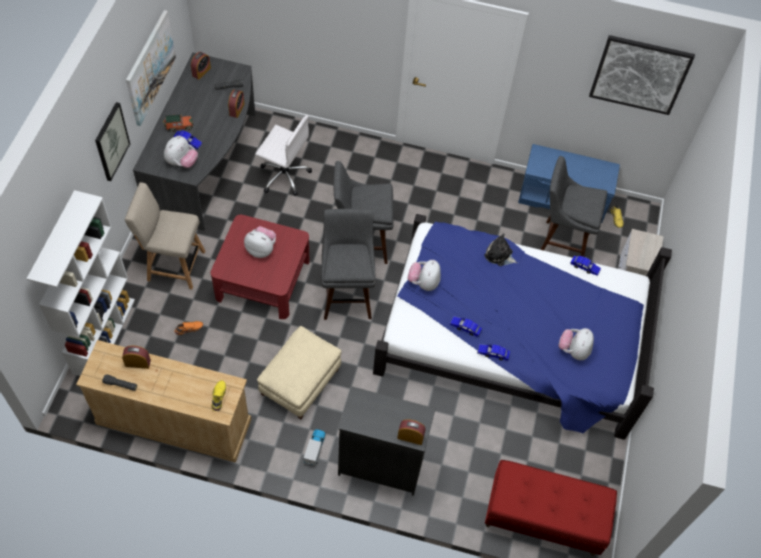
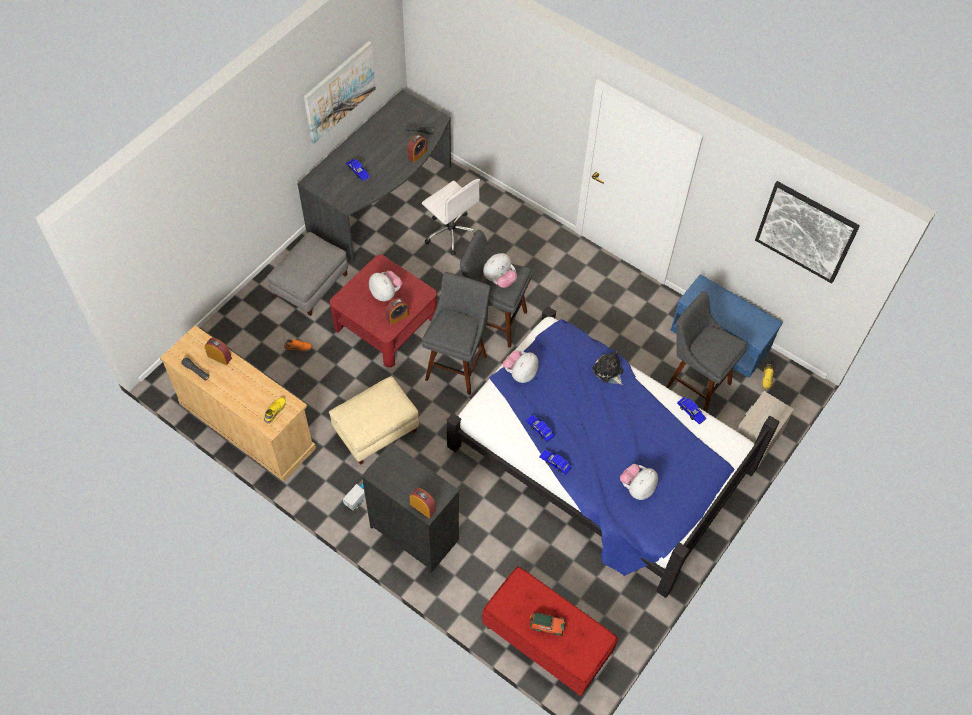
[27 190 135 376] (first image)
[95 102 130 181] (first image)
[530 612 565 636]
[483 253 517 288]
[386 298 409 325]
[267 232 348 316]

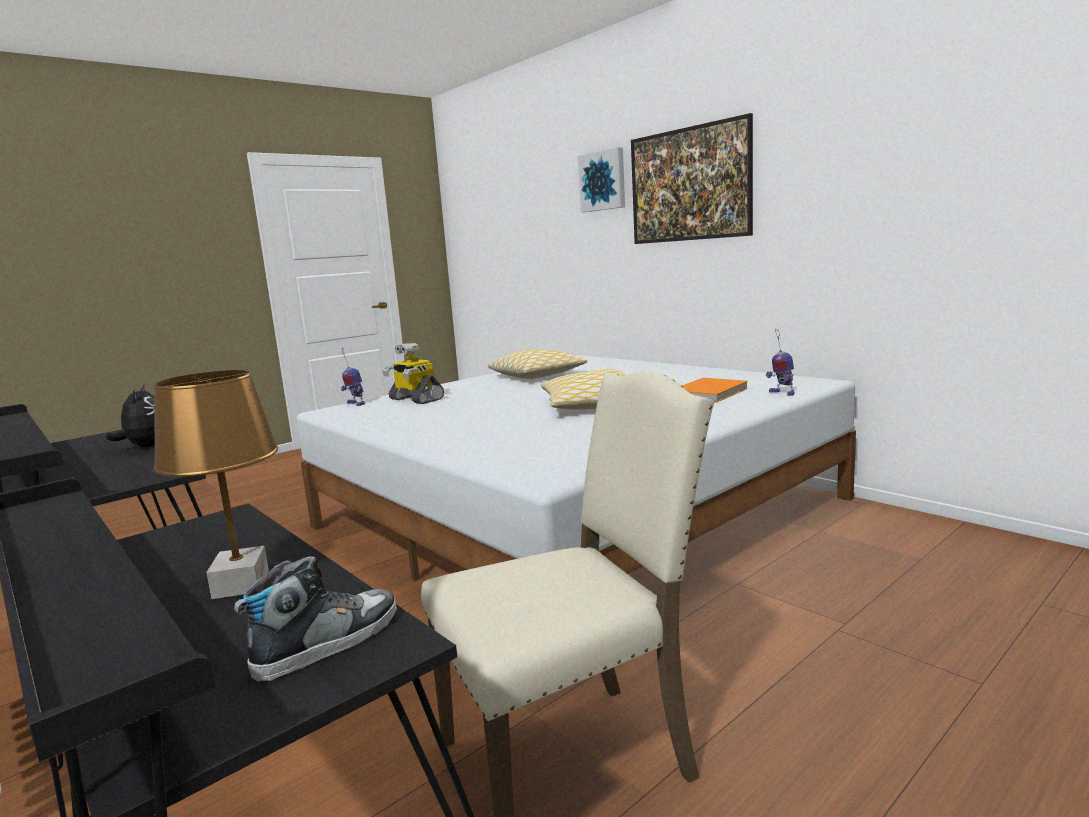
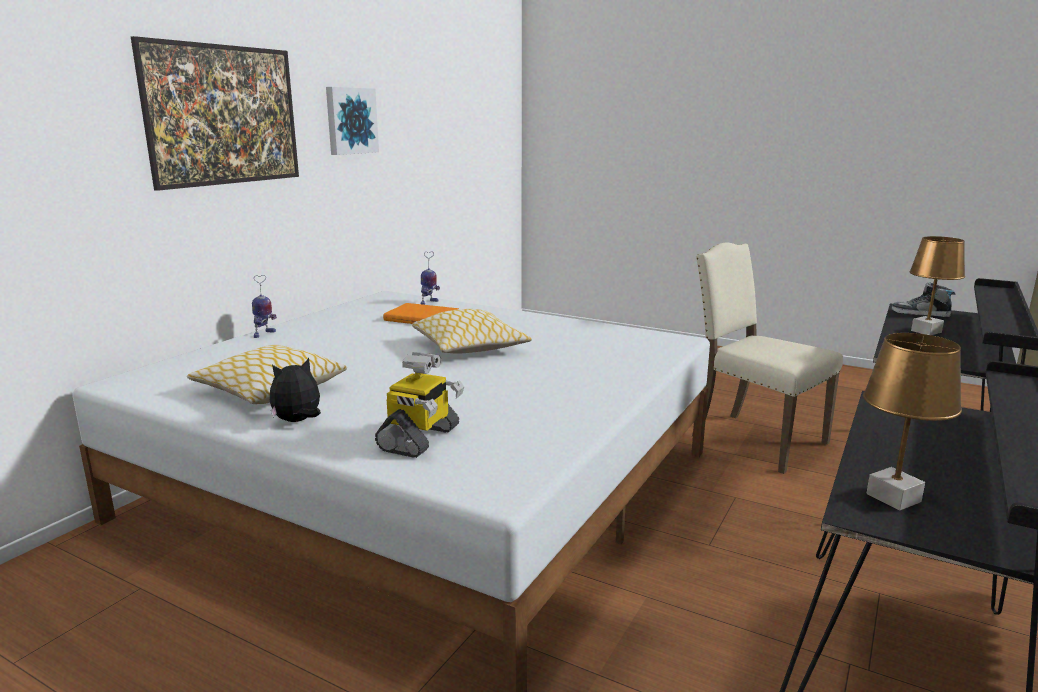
[863 333 962 510]
[270 358 321 422]
[252 275 277 338]
[326 87 379 155]

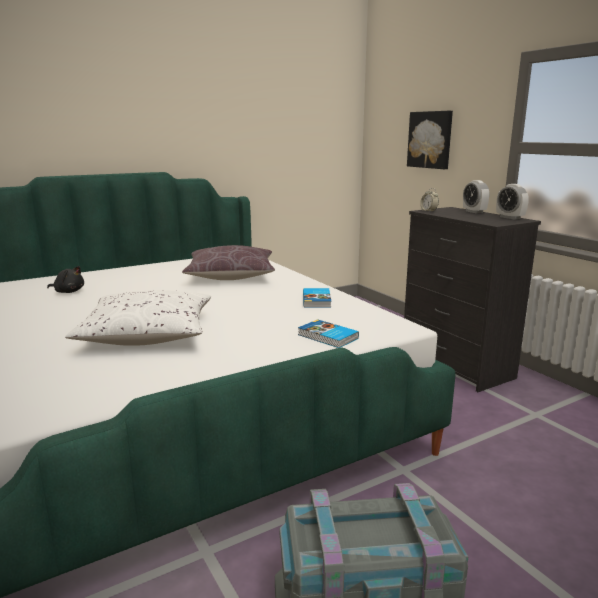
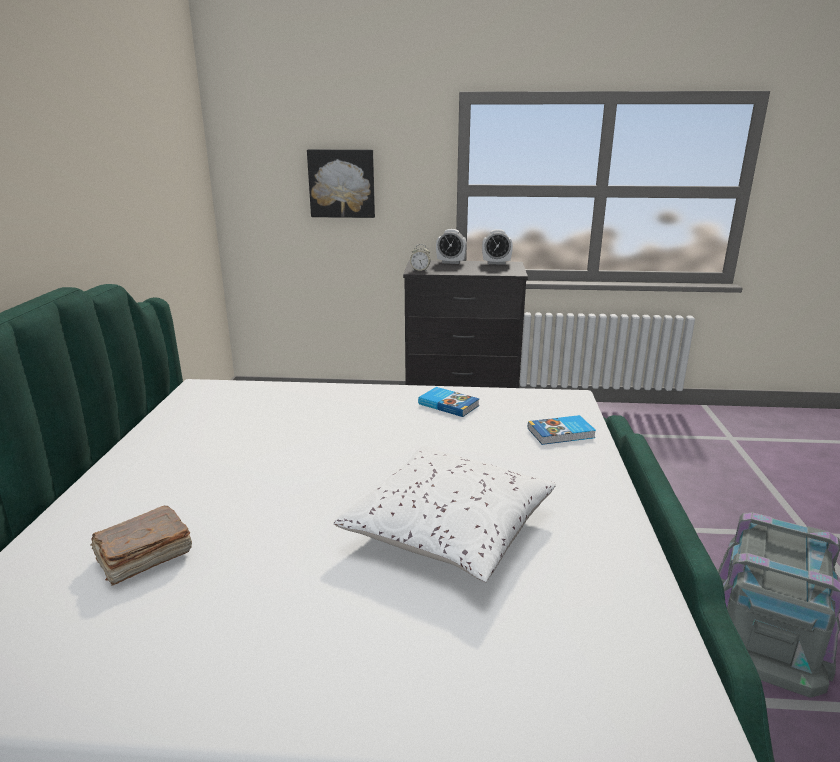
[182 245 275 280] (first image)
[90 506 192 586]

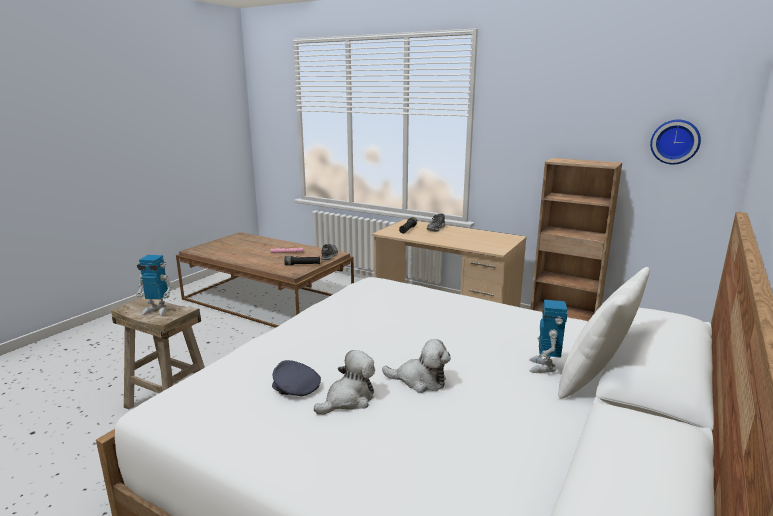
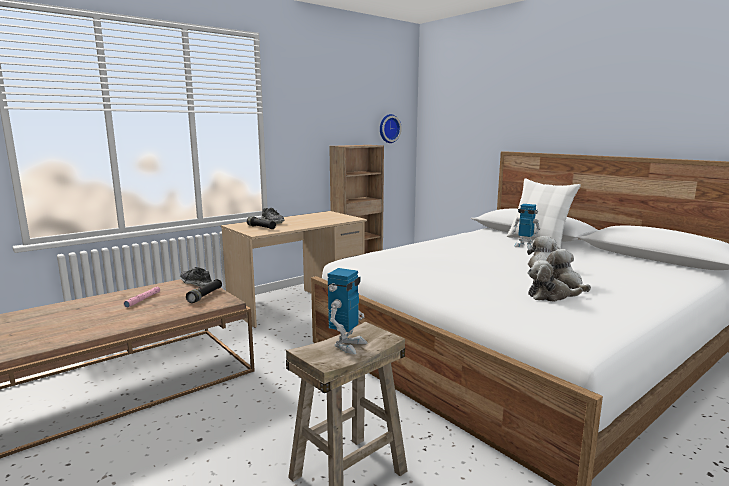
[528 260 583 302]

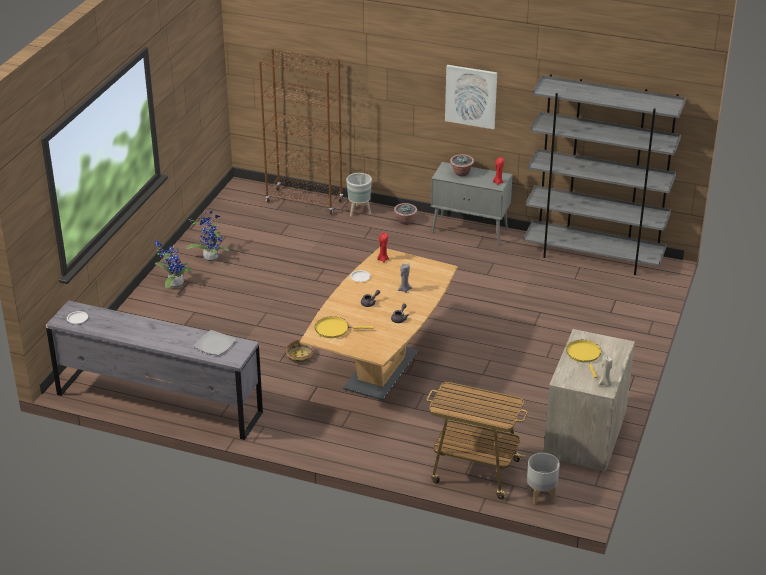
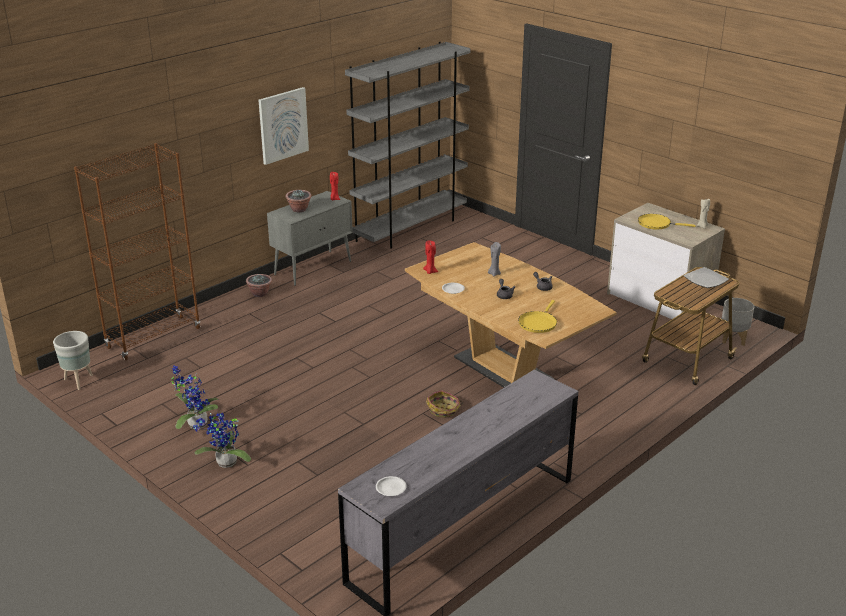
[683 267 729 288]
[53 331 93 390]

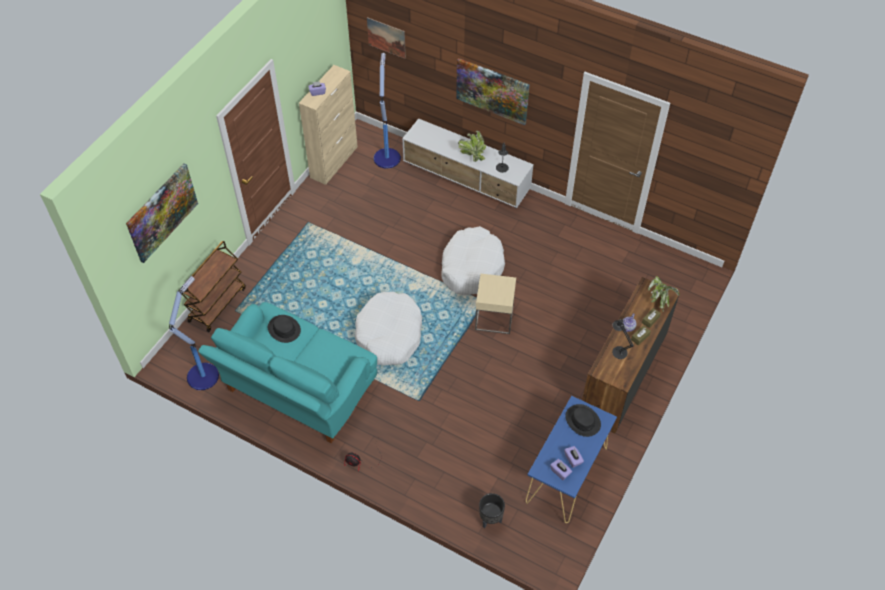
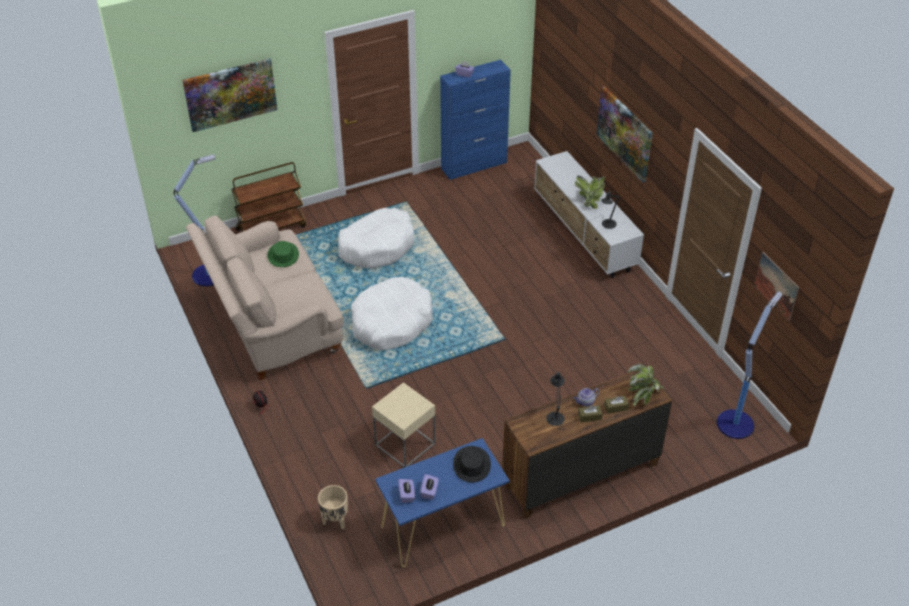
[754 252 799 321]
[717 292 782 439]
[338 208 414 268]
[372 382 436 468]
[186 215 343 380]
[267 241 299 267]
[440 60 511 180]
[318 485 348 530]

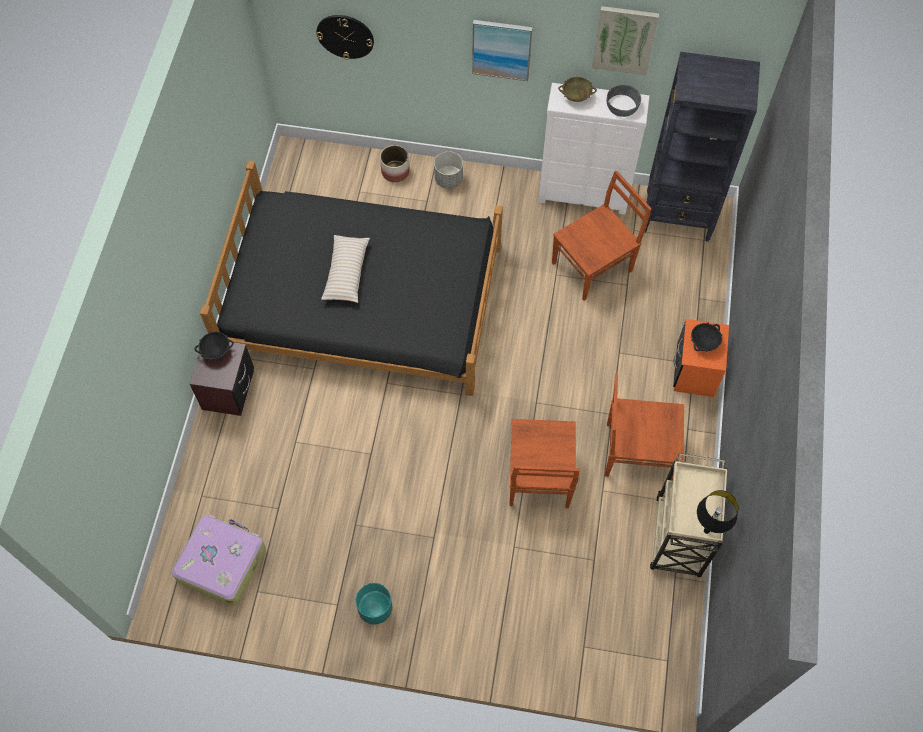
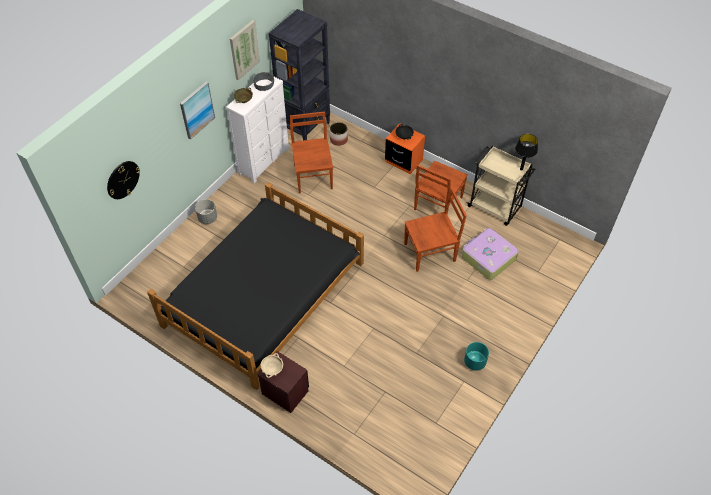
[321 235 370 303] (first image)
[461 228 519 280]
[330 122 348 146]
[261 353 283 378]
[404 188 467 272]

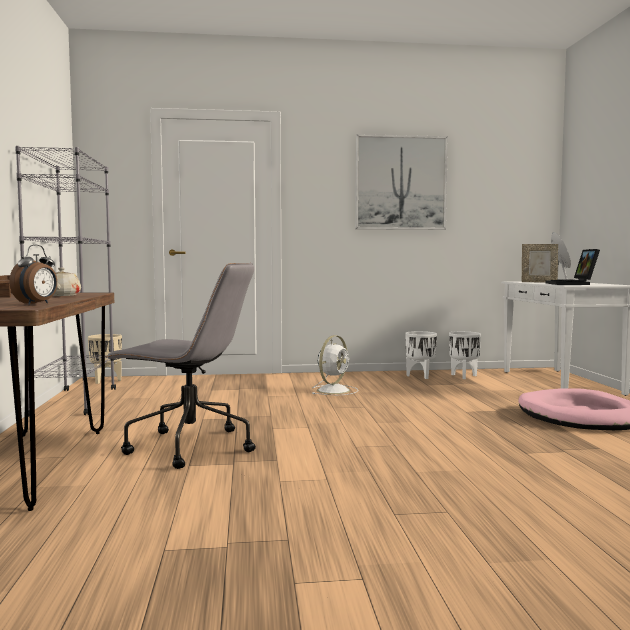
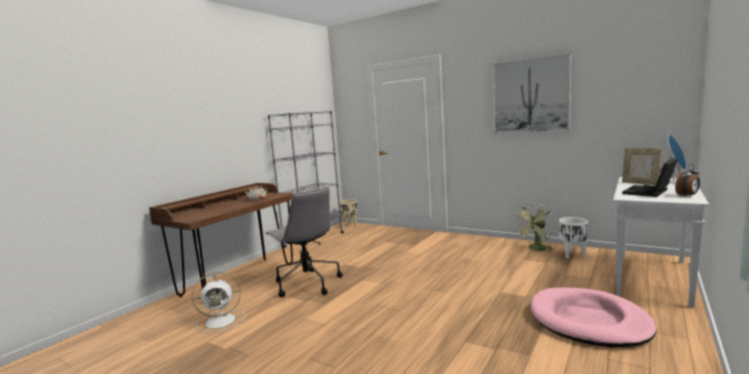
[675 164 700 197]
[192 272 245 333]
[515 203 555 252]

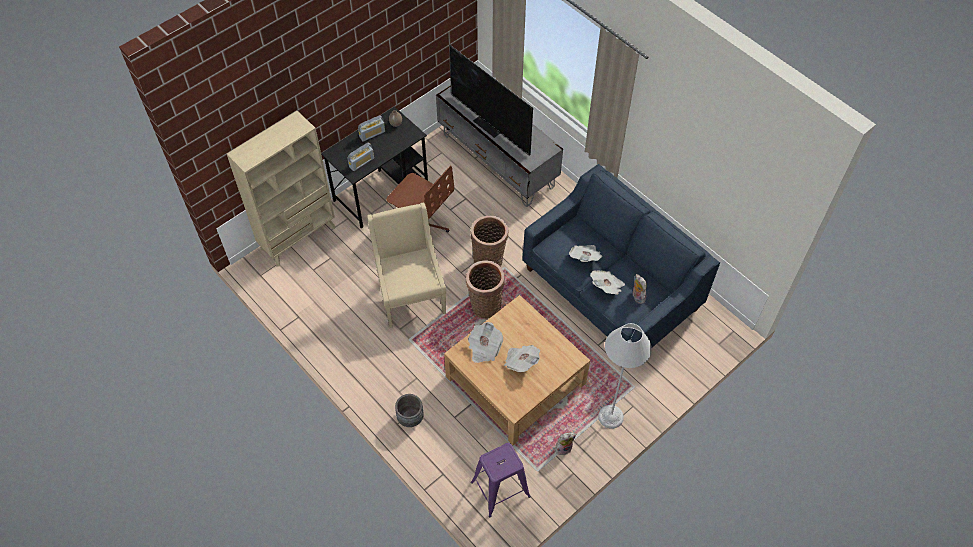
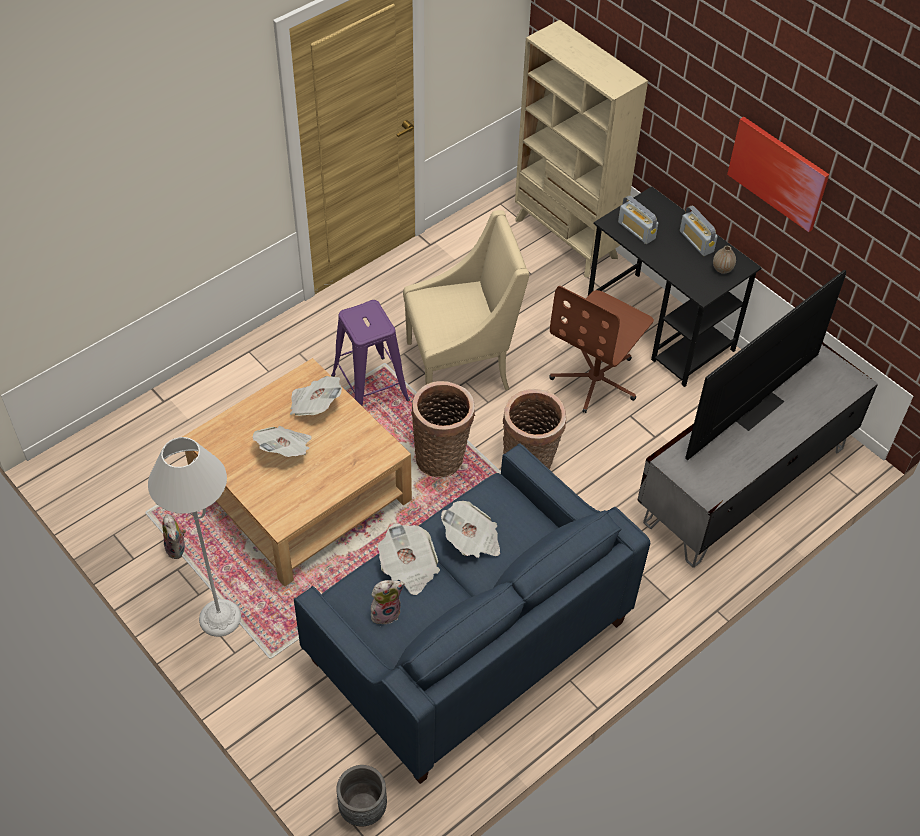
[727 117 829 232]
[336 765 387 826]
[331 300 410 406]

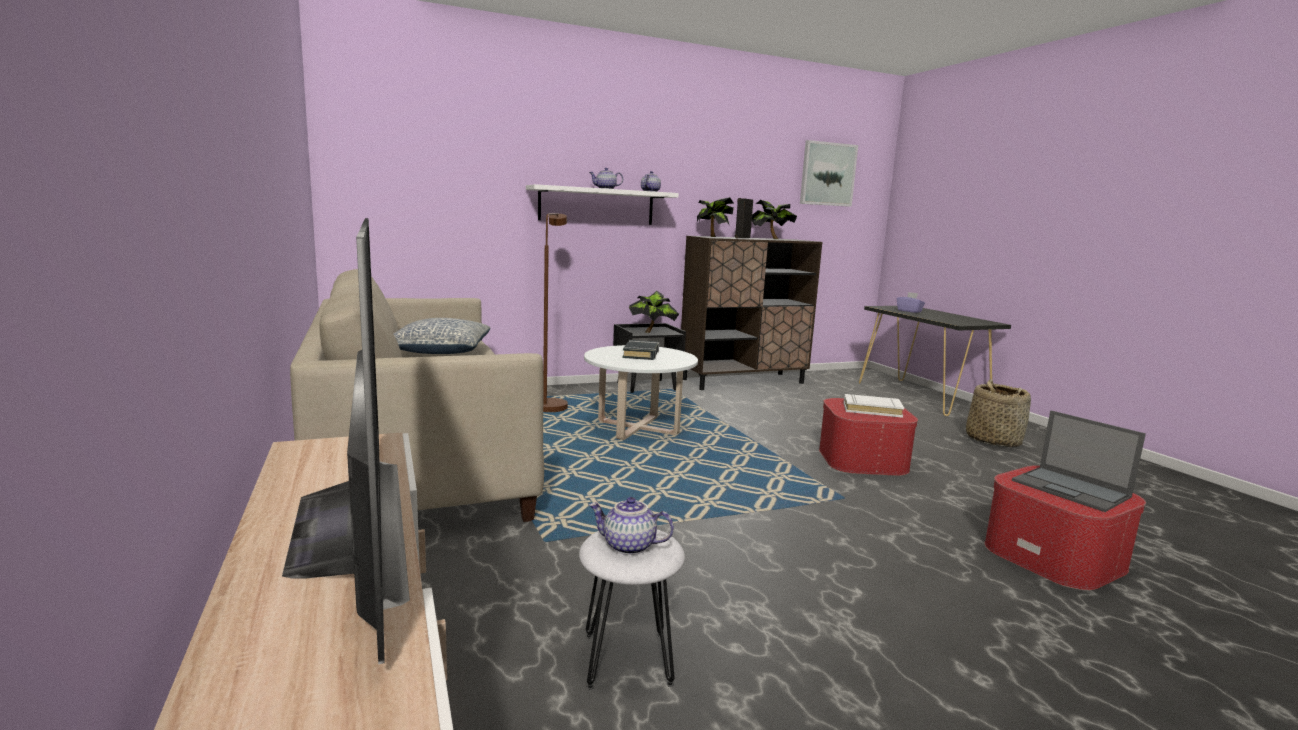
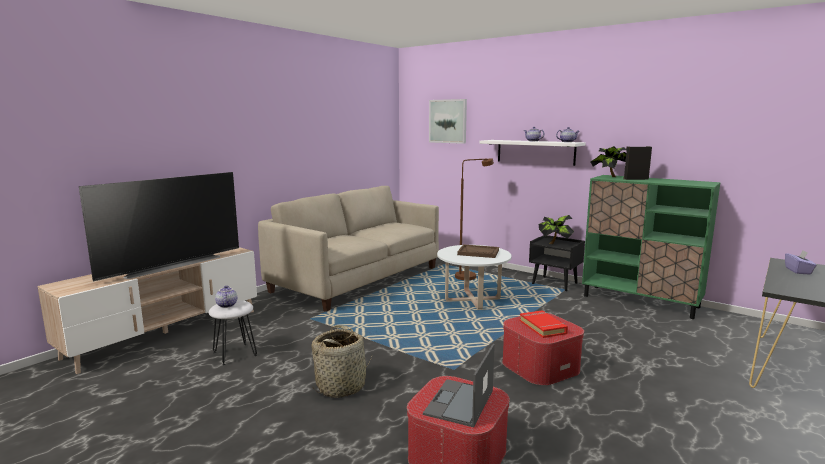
[393 318 491 354] (first image)
[752 200 797 239] (first image)
[429 99 467 144]
[312 325 372 398]
[457 244 499 258]
[582 175 721 319]
[519 310 568 338]

